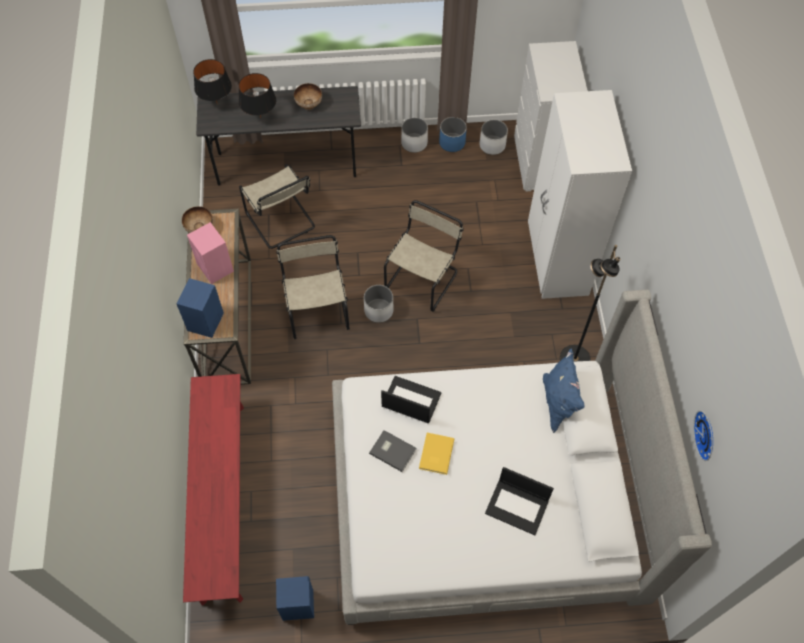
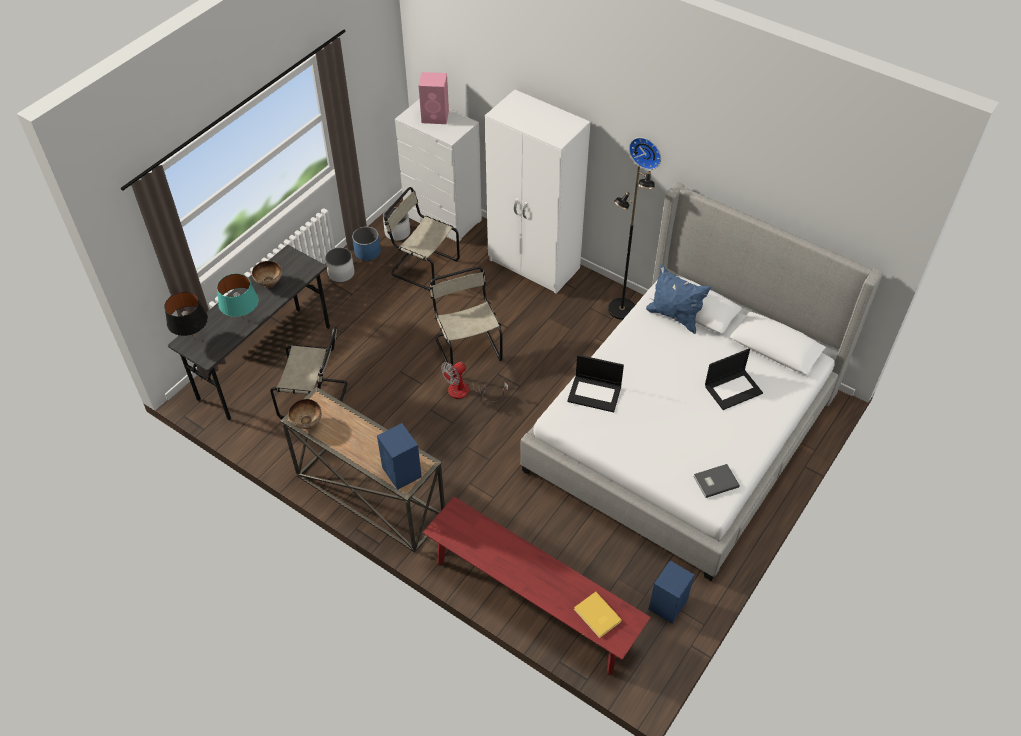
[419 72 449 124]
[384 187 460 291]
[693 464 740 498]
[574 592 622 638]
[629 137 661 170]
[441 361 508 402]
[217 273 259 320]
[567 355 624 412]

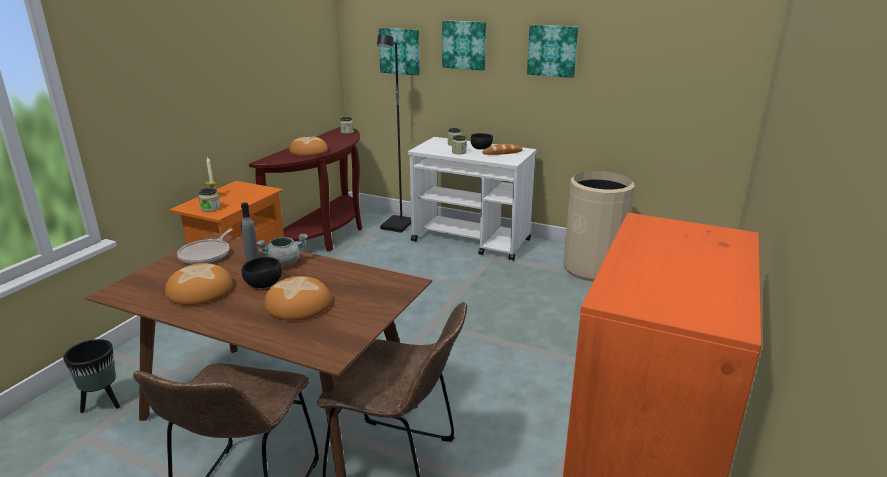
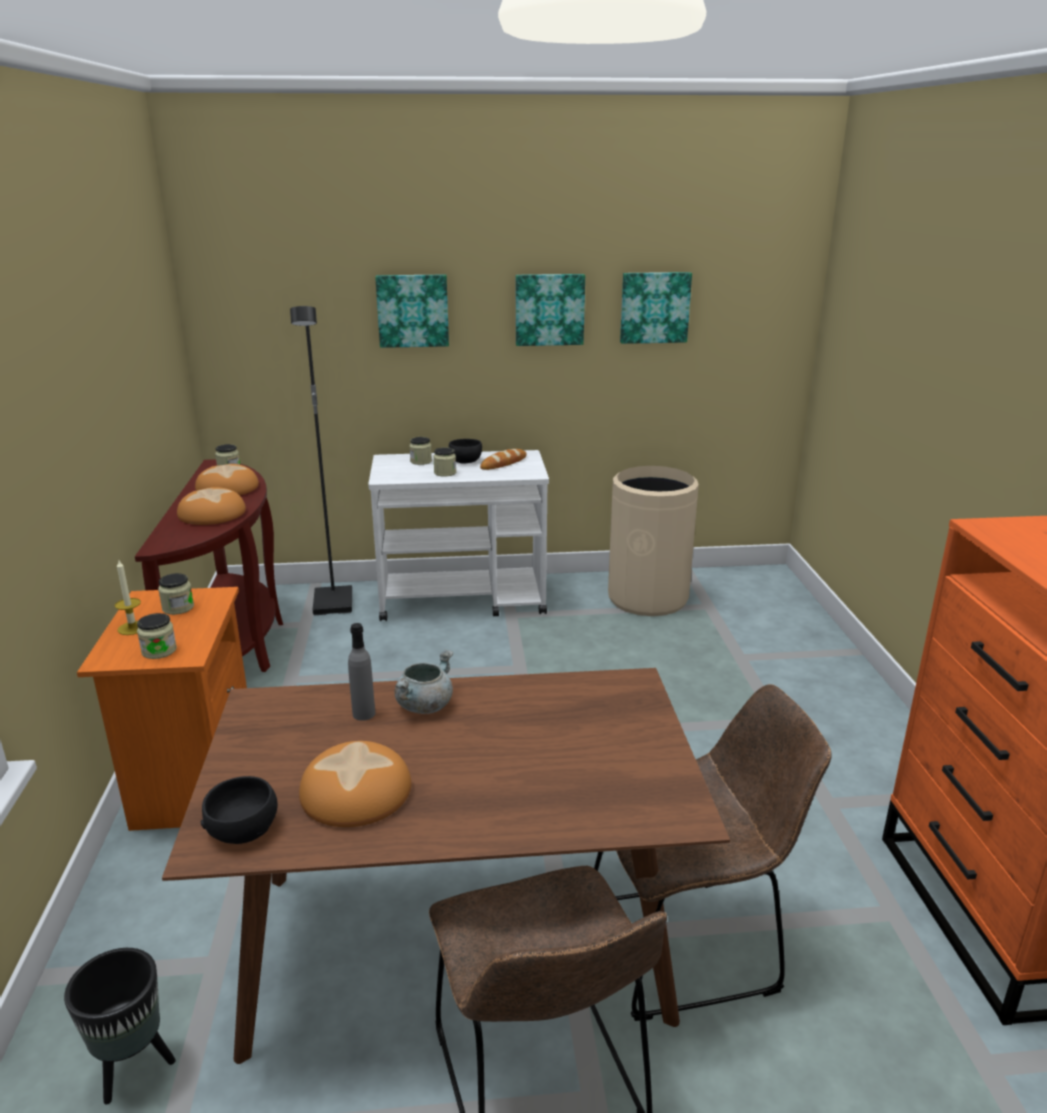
[177 229 233 264] (first image)
[158 573 194 615]
[201 776 278 844]
[195 464 259 495]
[620 272 692 344]

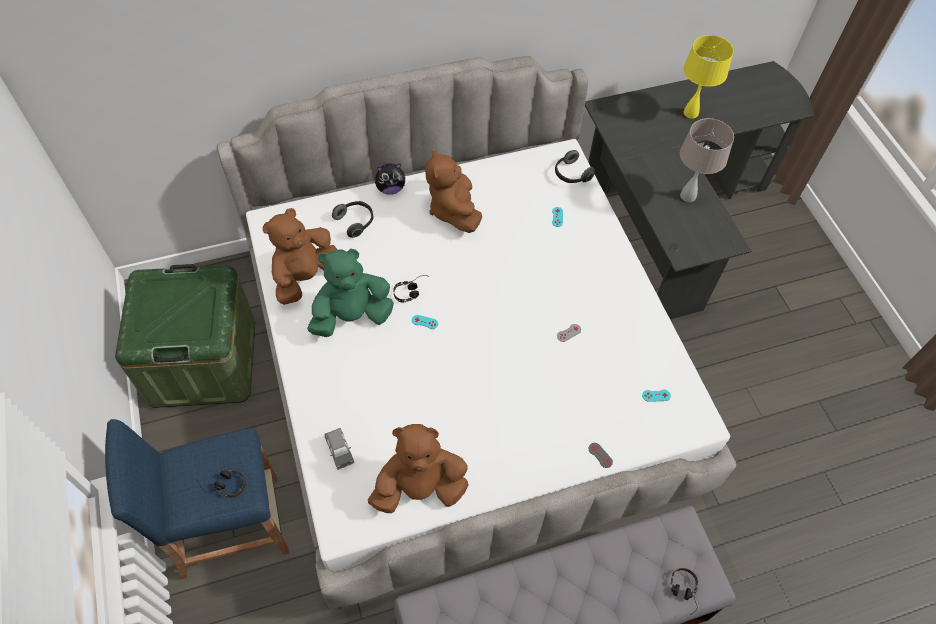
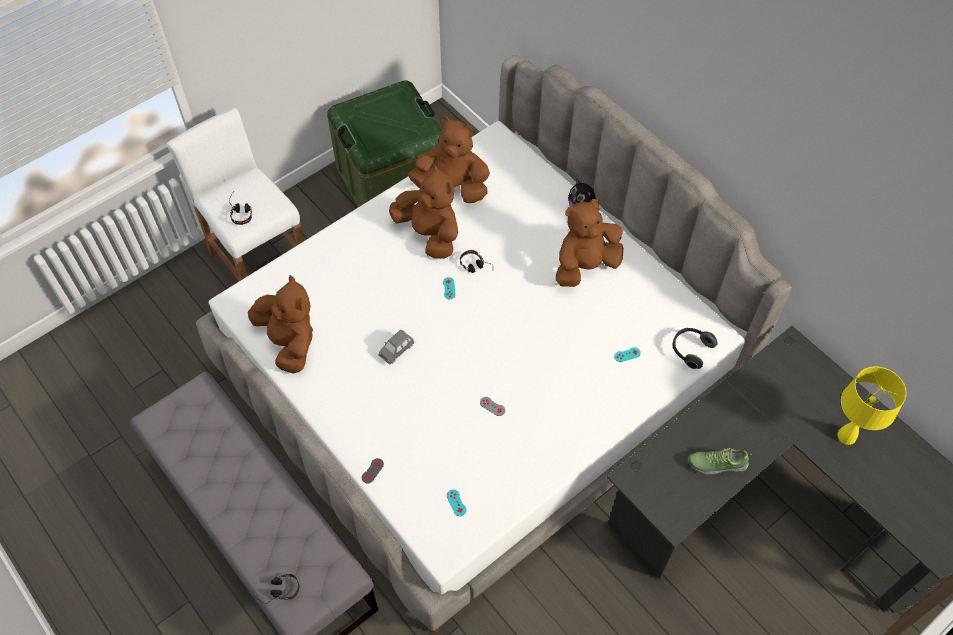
[332 201 373 238] (first image)
[378 330 414 365]
[688 448 752 475]
[167 108 304 281]
[389 164 458 259]

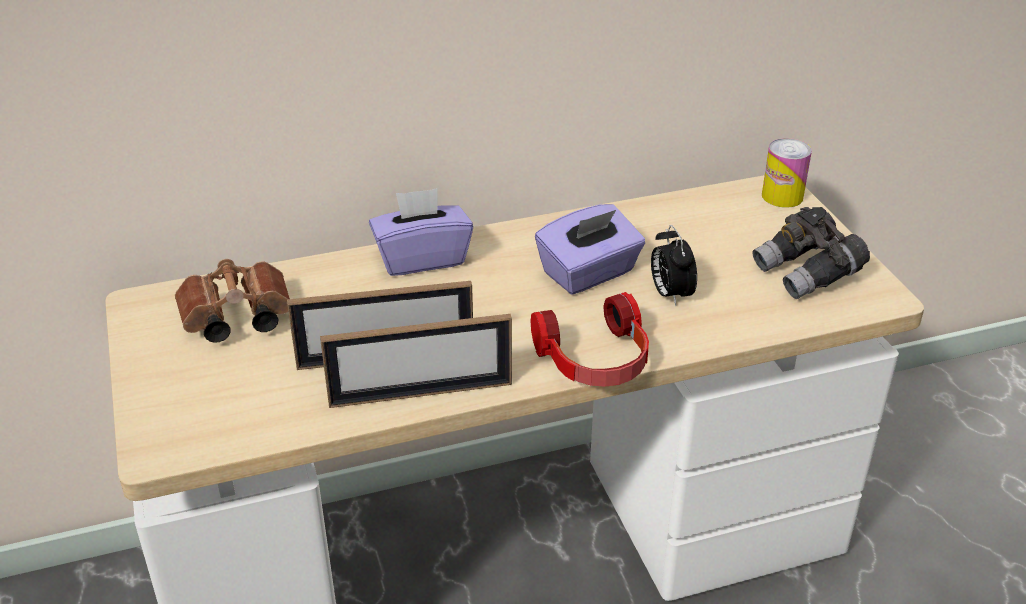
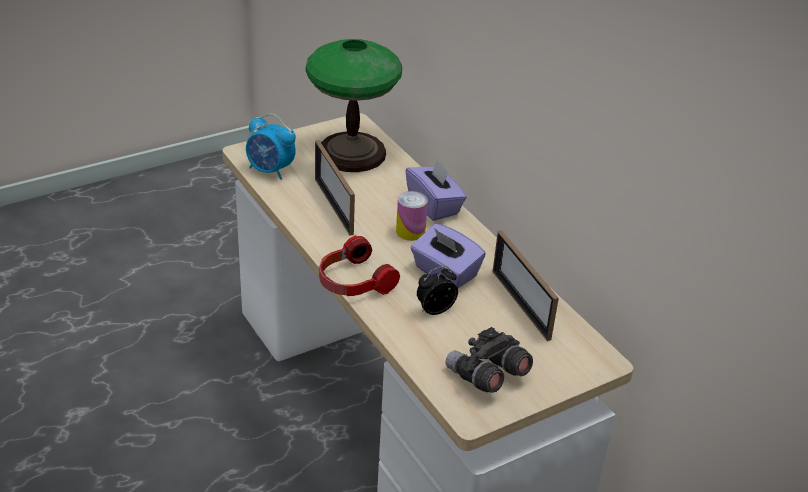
[246 114 296 180]
[493 230 559 341]
[396 191 428 241]
[305 39 402 172]

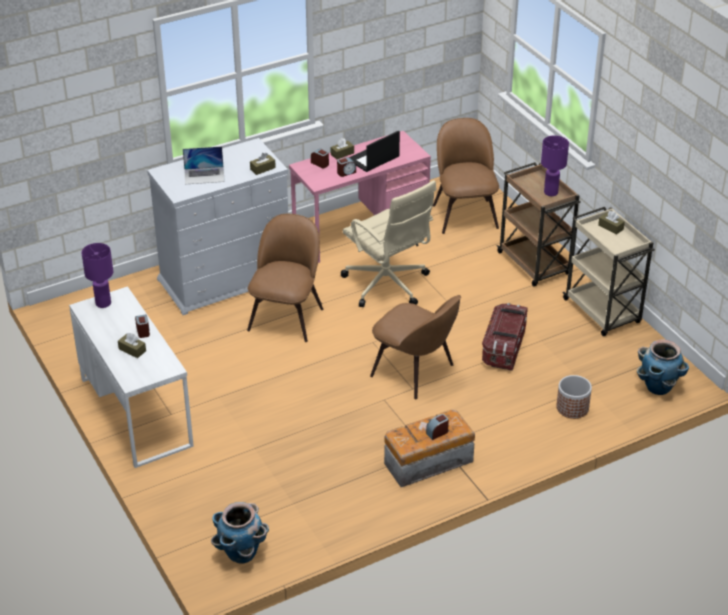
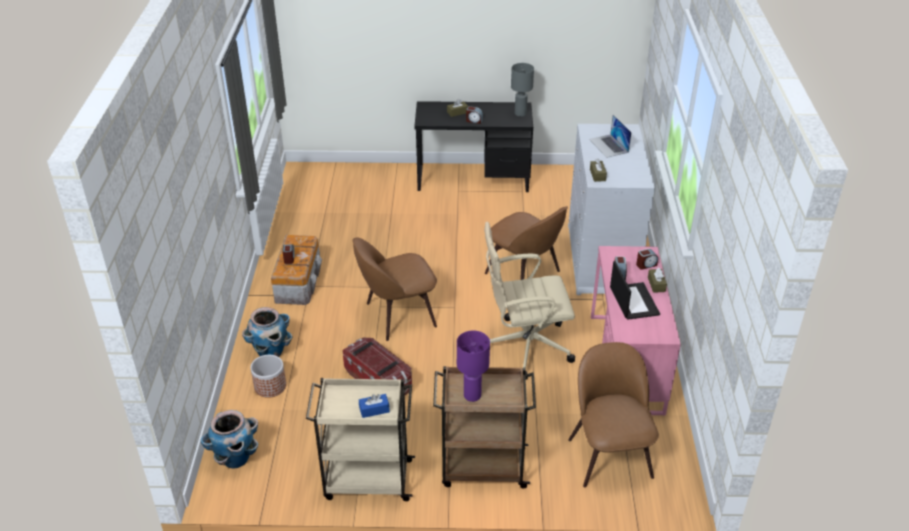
[242 307 293 357]
[414 101 533 192]
[511 63 534 117]
[359 394 390 418]
[589 115 632 158]
[568 342 659 487]

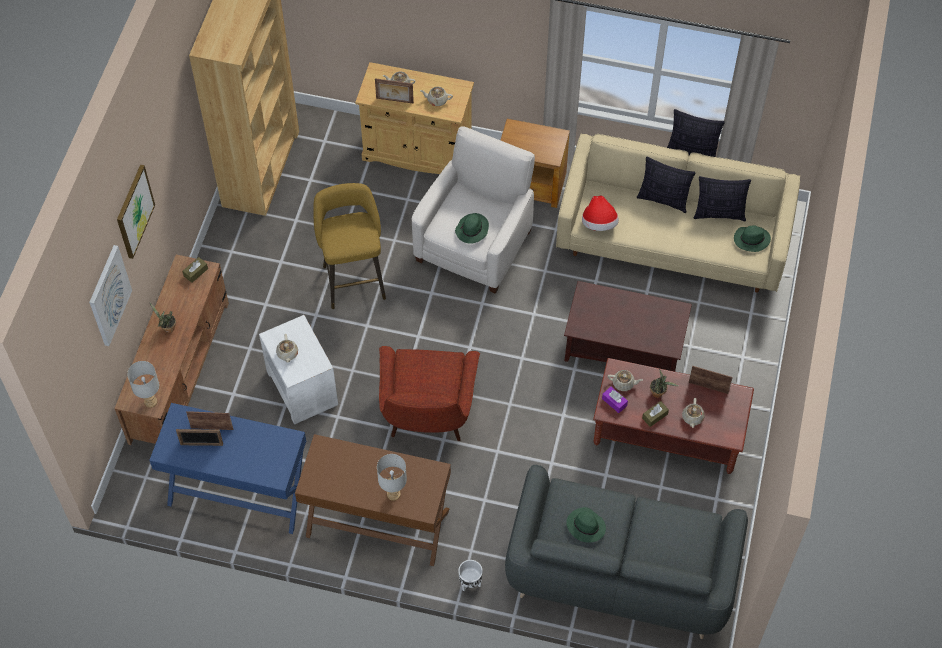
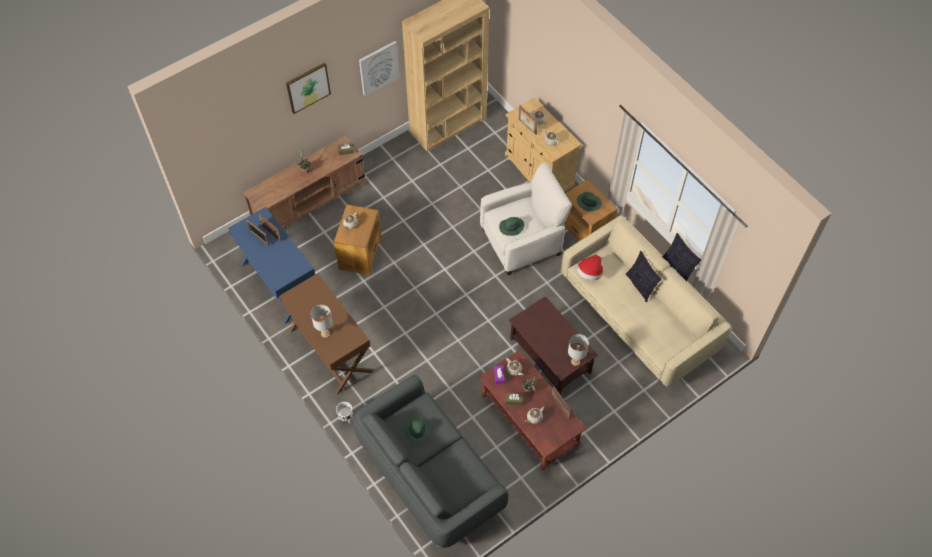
[313 183 386 309] (first image)
[379 346 480 441] (first image)
[693 176 751 221] (first image)
[359 41 399 96]
[568 334 589 366]
[577 192 602 211]
[334 204 382 275]

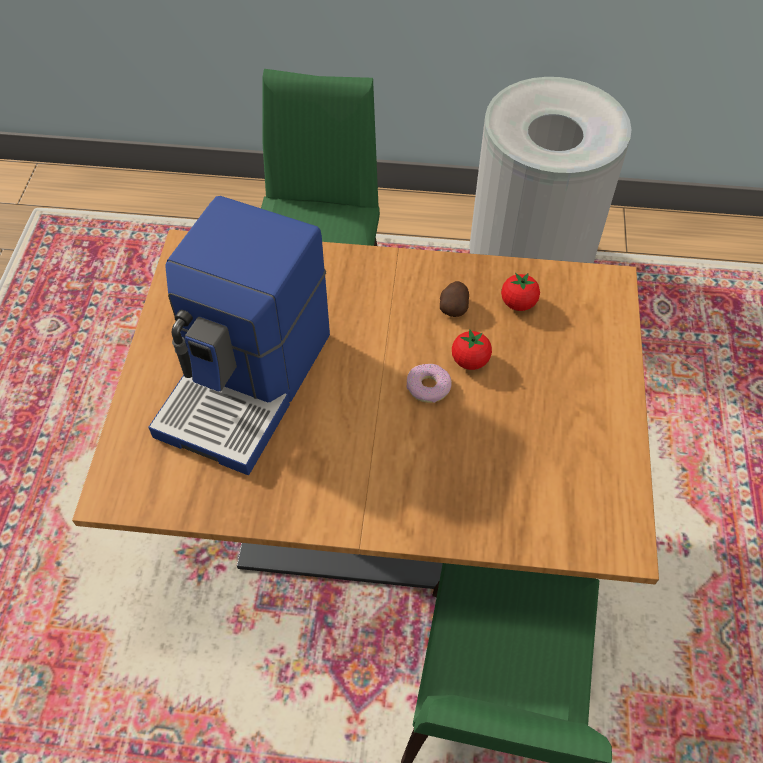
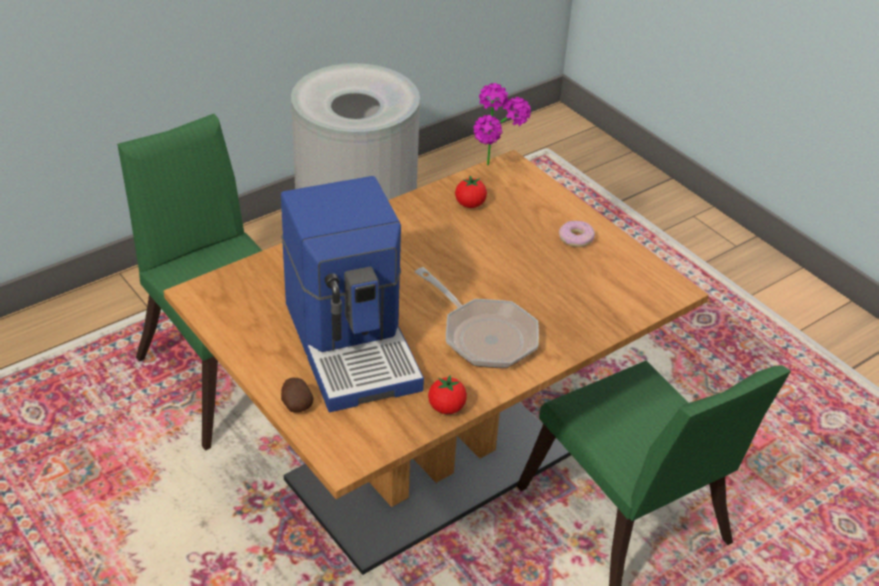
[415 267 539 368]
[473 83 531 165]
[559 221 595 247]
[281 378 313 413]
[428 375 467 414]

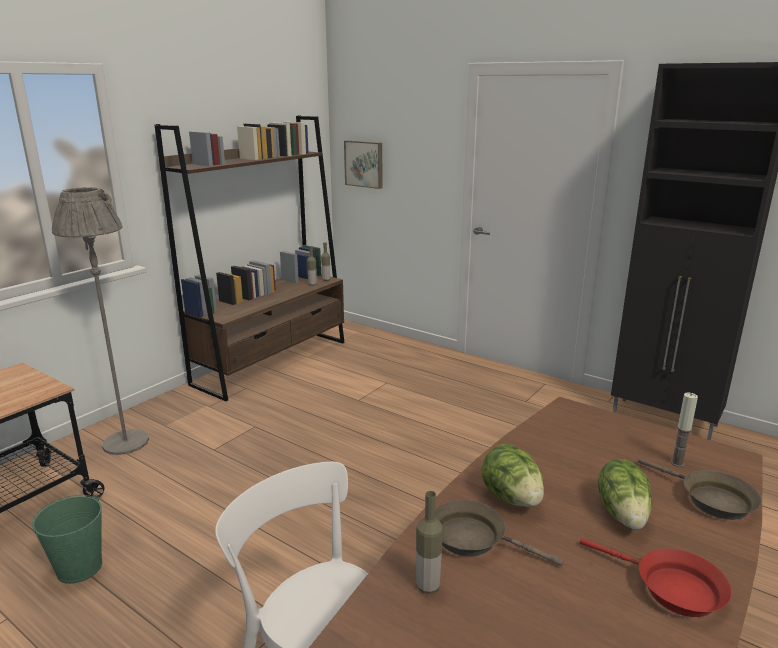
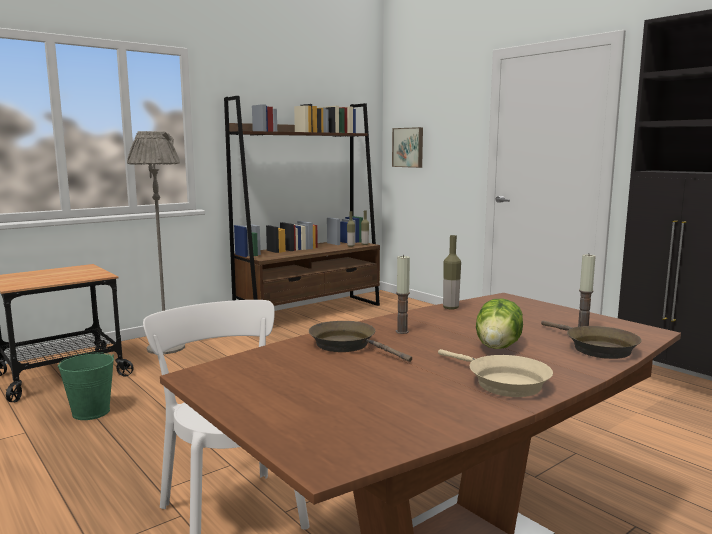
[443 235 461 310]
[396 255 410 334]
[438 349 553 397]

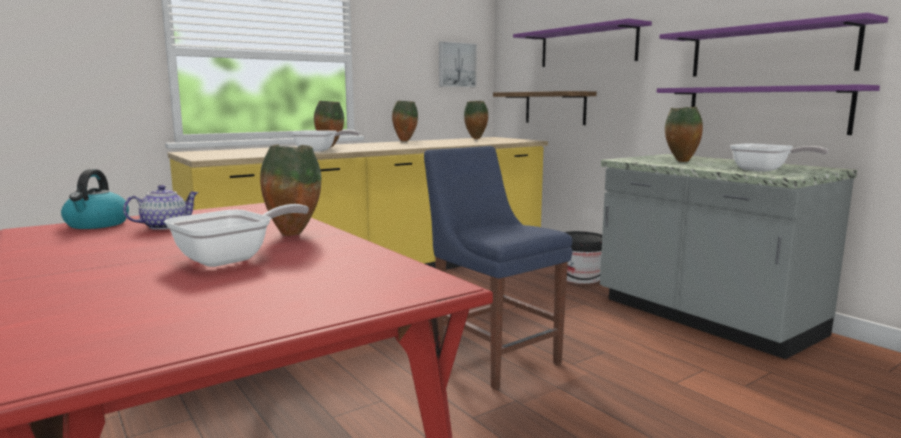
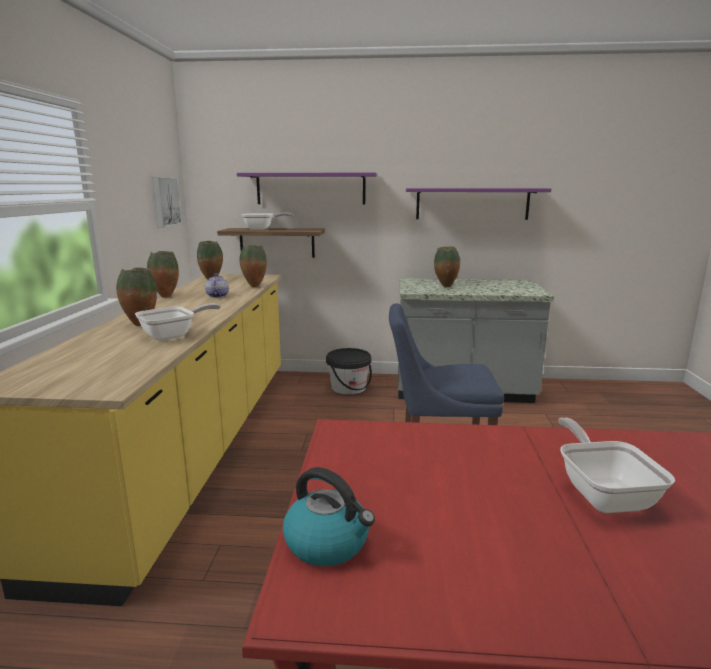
[657 84 880 135] (first image)
[205 274 229 298]
[239 245 267 287]
[242 213 293 230]

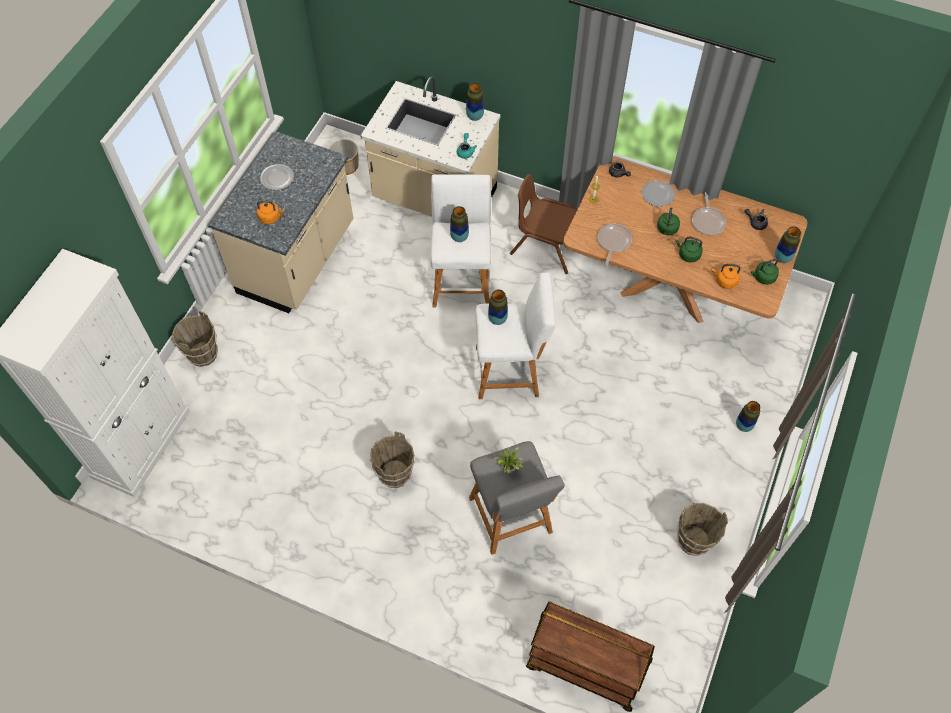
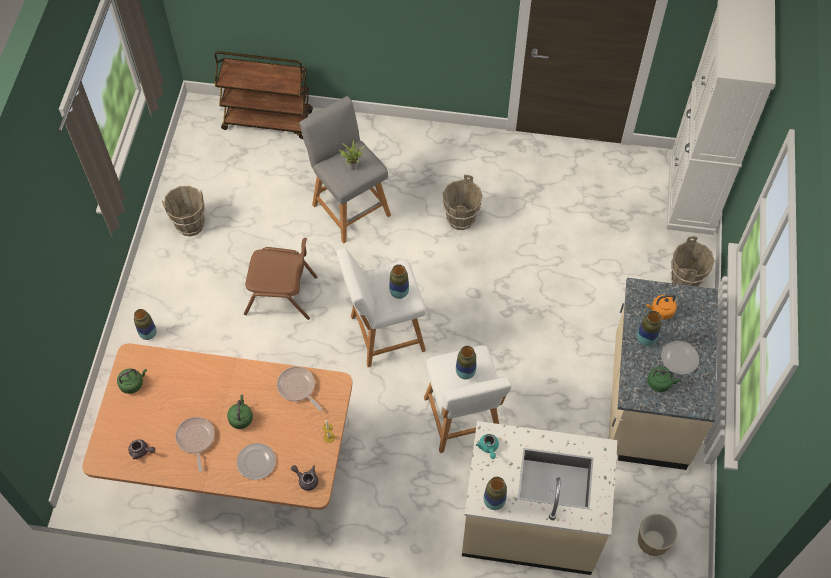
[712 264 740 289] (first image)
[244 238 317 320]
[647 366 682 392]
[637 311 662 346]
[277 366 322 411]

